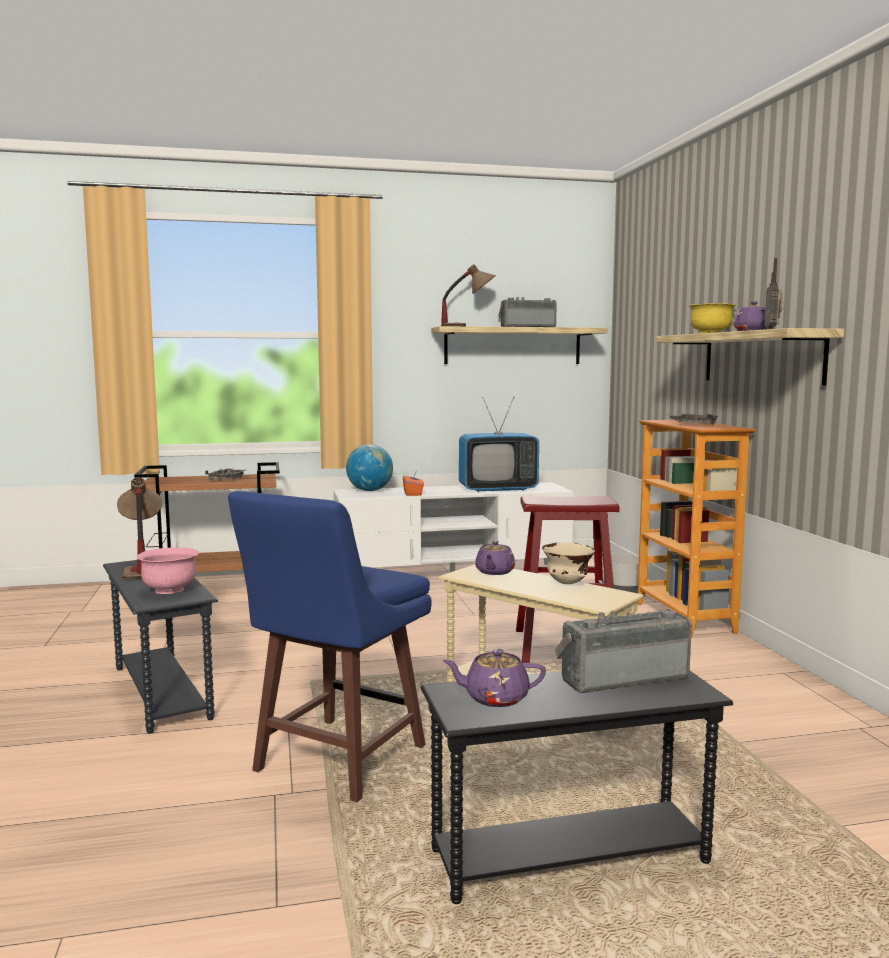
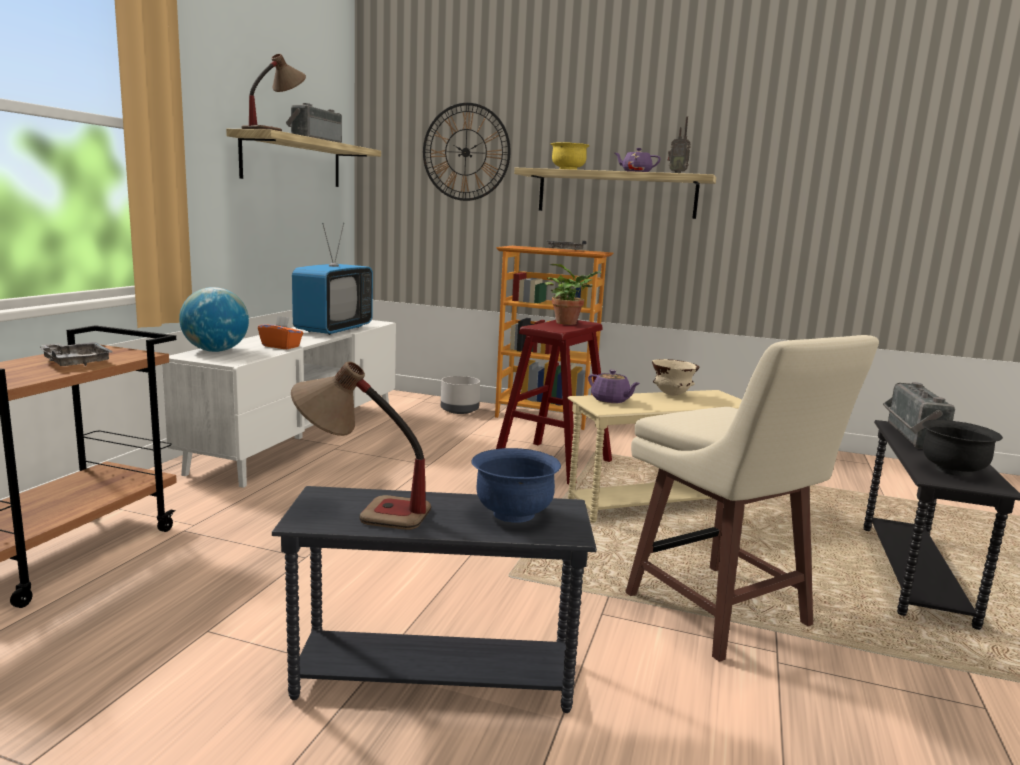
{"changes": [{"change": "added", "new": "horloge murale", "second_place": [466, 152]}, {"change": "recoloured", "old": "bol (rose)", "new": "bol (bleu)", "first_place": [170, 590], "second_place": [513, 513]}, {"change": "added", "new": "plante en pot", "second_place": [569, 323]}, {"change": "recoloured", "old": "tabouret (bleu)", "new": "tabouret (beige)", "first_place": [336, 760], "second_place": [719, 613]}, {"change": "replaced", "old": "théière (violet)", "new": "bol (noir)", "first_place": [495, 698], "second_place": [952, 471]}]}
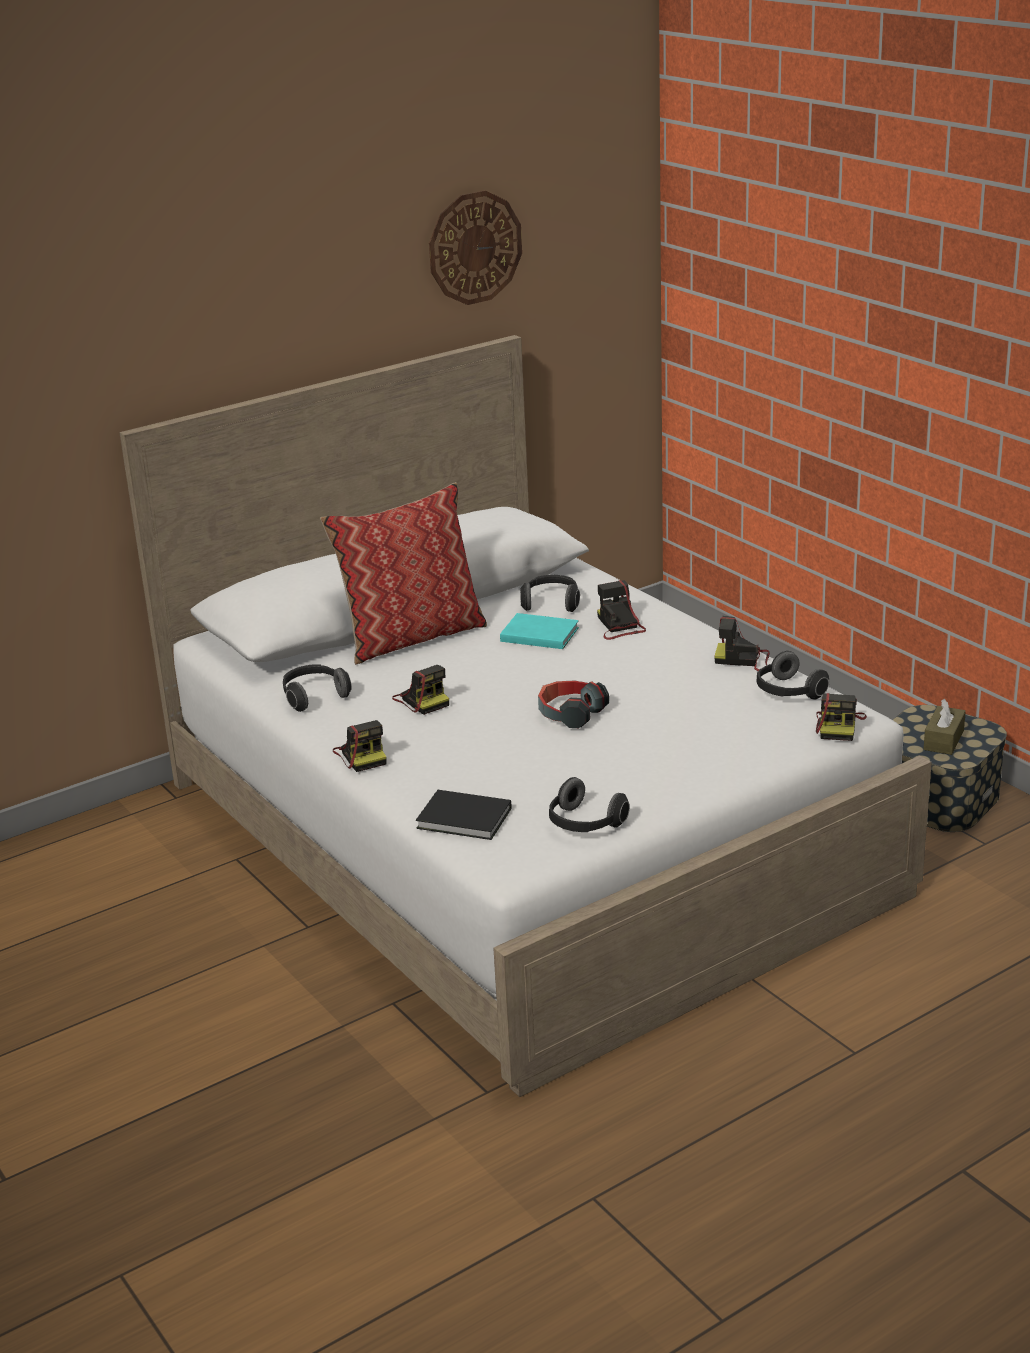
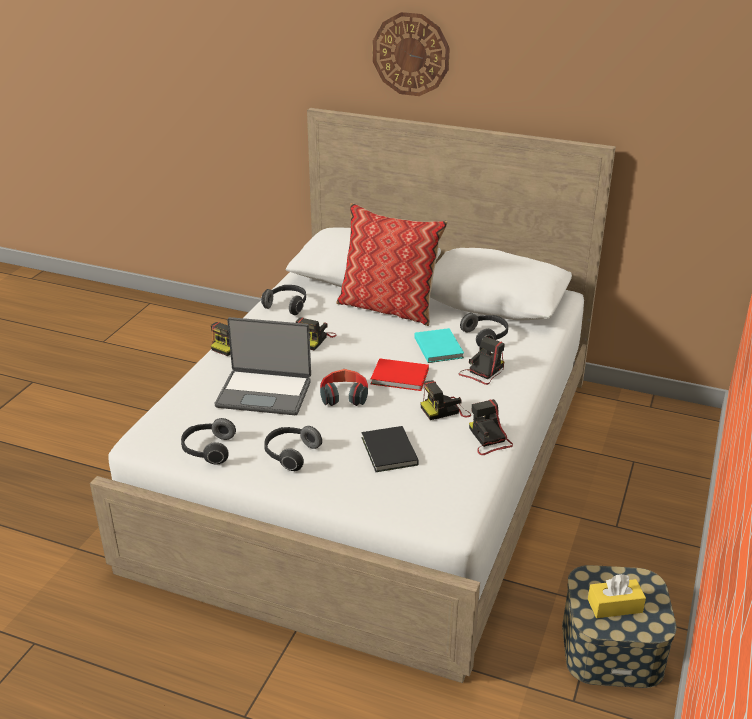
{"changes": [{"change": "added", "new": "ordinateur portable", "second_place": [264, 392]}, {"change": "moved", "old": "casque audio", "first_place": [787, 692], "second_place": [290, 454]}, {"change": "moved", "old": "livre (noir)", "first_place": [466, 819], "second_place": [388, 452]}, {"change": "added", "new": "livre (rouge)", "second_place": [401, 377]}, {"change": "moved", "old": "horloge murale", "first_place": [474, 247], "second_place": [411, 54]}, {"change": "moved", "old": "appareil photo", "first_place": [839, 726], "second_place": [445, 410]}, {"change": "recoloured", "old": "boîte à mouchoirs (marron)", "new": "boîte à mouchoirs (jaune)", "first_place": [943, 740], "second_place": [615, 606]}]}
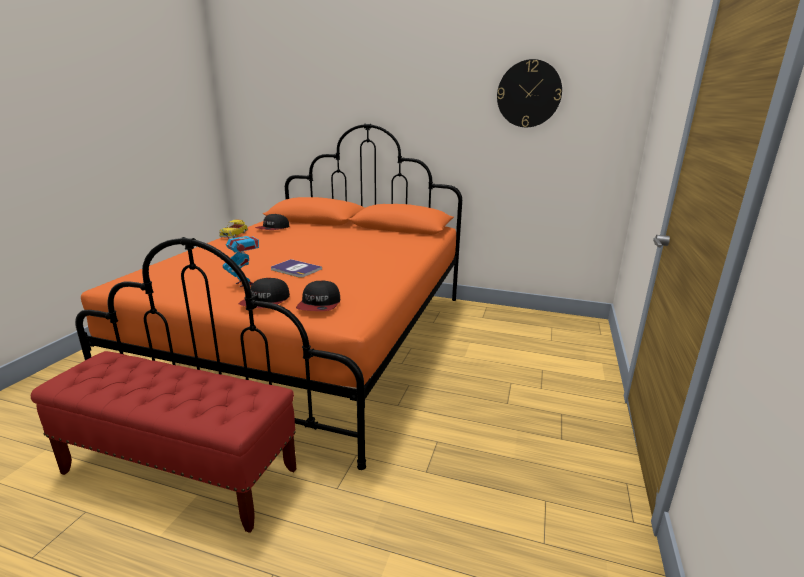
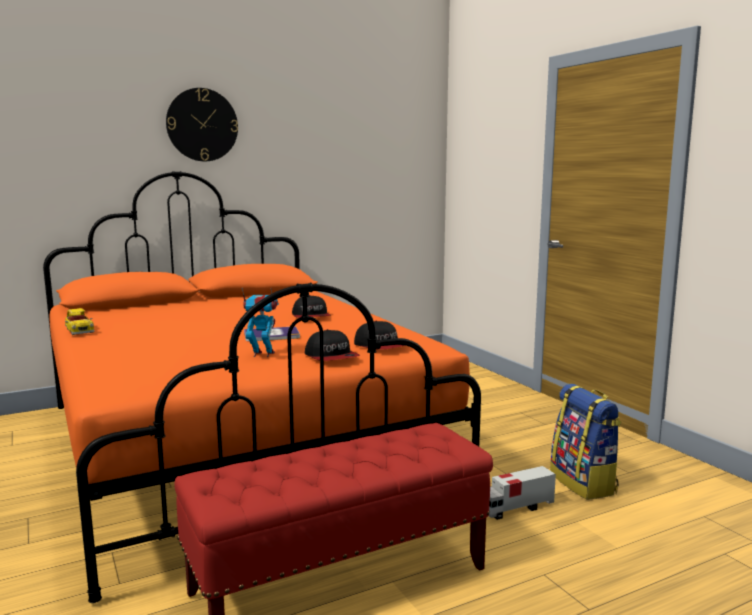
{"changes": [{"change": "moved", "old": "horloge murale", "first_place": [529, 94], "second_place": [202, 125]}, {"change": "moved", "old": "casquette", "first_place": [273, 228], "second_place": [311, 316]}, {"change": "added", "new": "camion jouet", "second_place": [516, 508]}, {"change": "added", "new": "sac à dos", "second_place": [584, 483]}]}
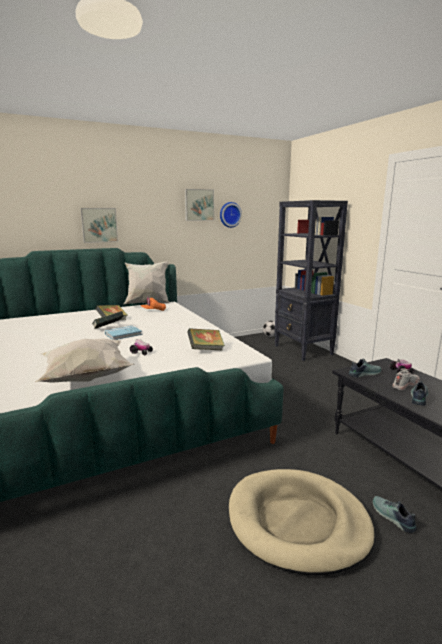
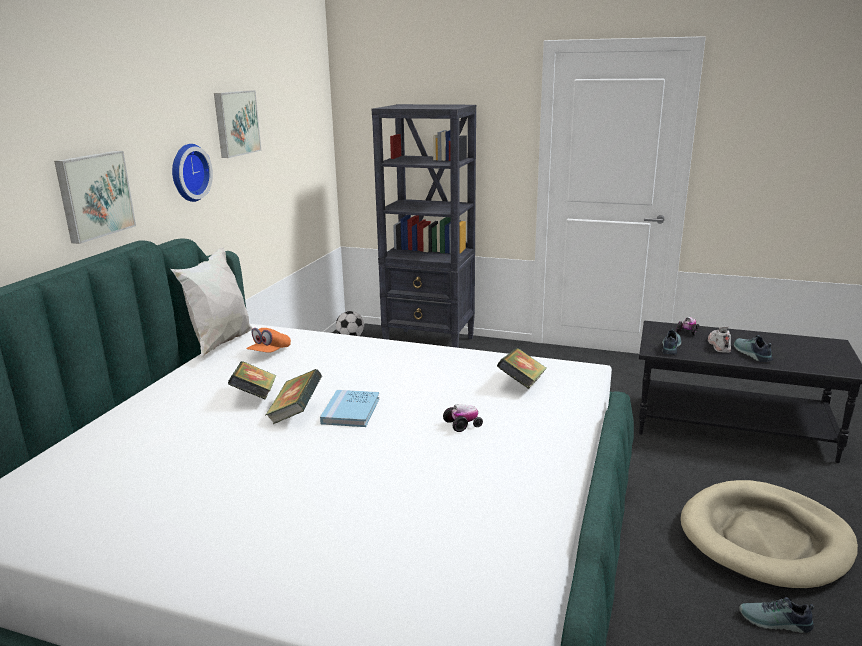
{"changes": [{"change": "moved", "old": "horloge murale", "first_place": [229, 215], "second_place": [187, 172]}, {"change": "moved", "old": "chaussure", "first_place": [392, 517], "second_place": [775, 622]}, {"change": "removed", "old": "coussin (blanc)", "first_place": [86, 378]}]}
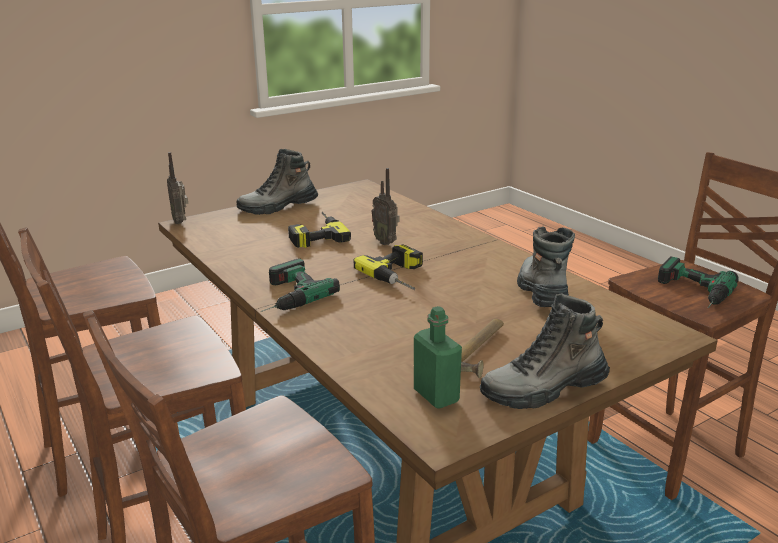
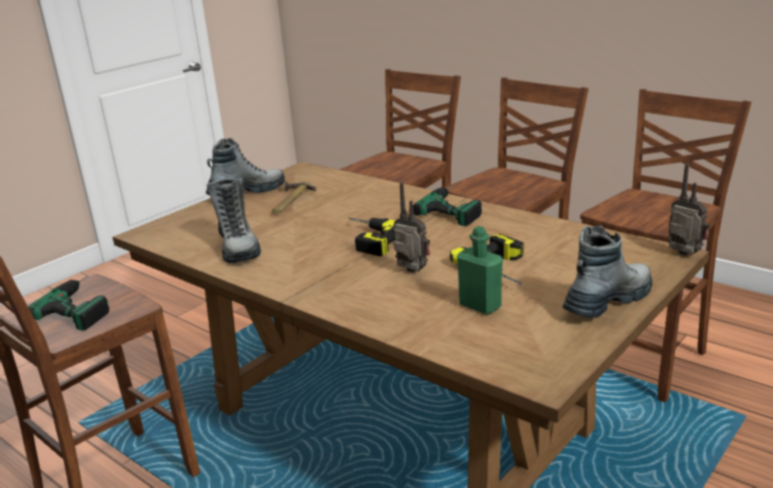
{"changes": [{"change": "moved", "old": "bouteille (vert)", "first_place": [436, 396], "second_place": [480, 306]}]}
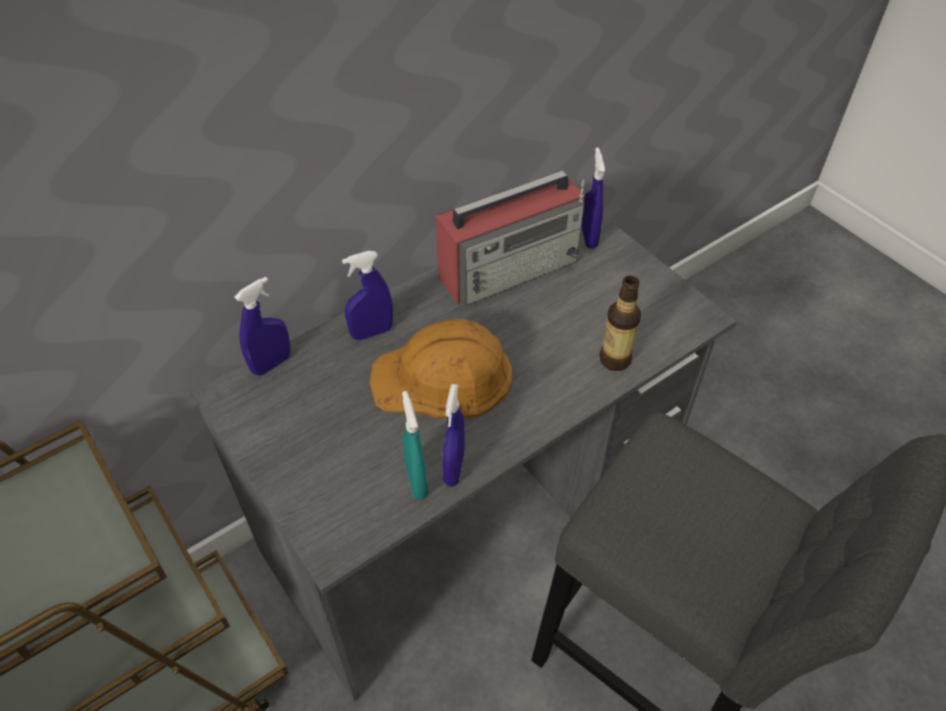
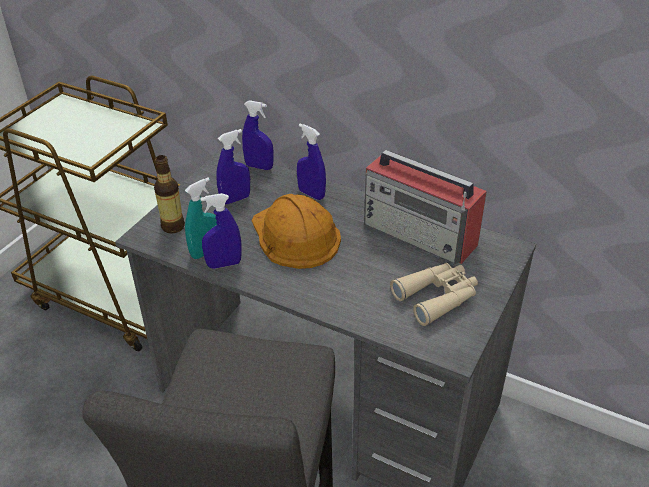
{"changes": [{"change": "moved", "old": "bouteille", "first_place": [615, 360], "second_place": [173, 226]}, {"change": "moved", "old": "vaporisateur (bleu)", "first_place": [589, 237], "second_place": [235, 199]}, {"change": "added", "new": "jumelles (beige)", "second_place": [437, 297]}]}
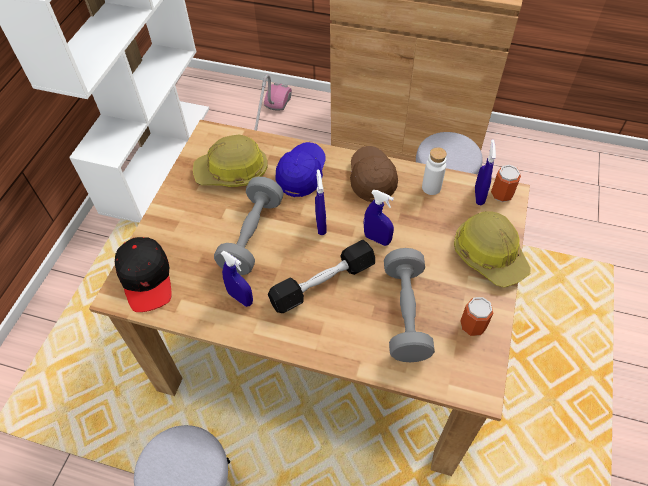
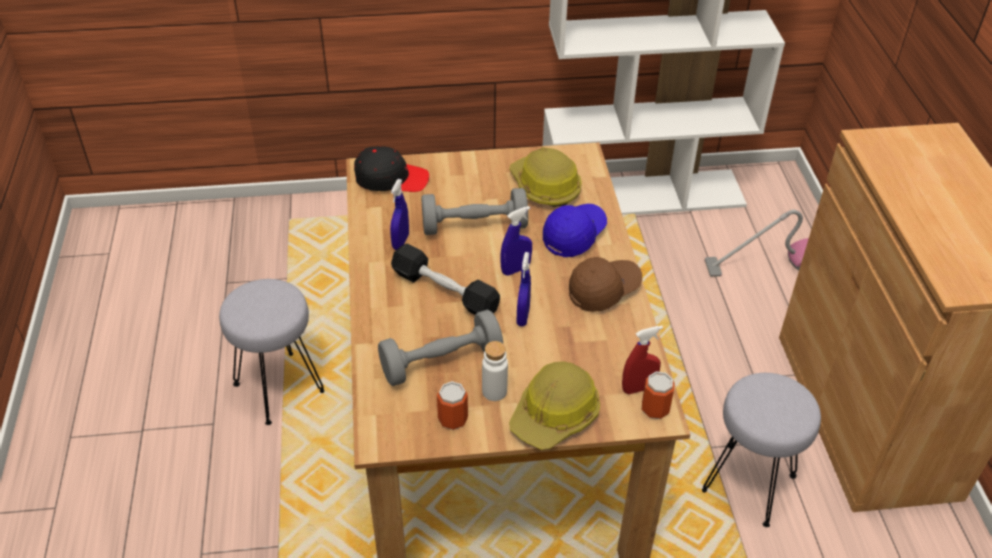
{"changes": [{"change": "turned", "old": "casquette (noir)", "first_place": [146, 278], "second_place": [391, 178], "degrees": -135}, {"change": "moved", "old": "bouteille (blanc)", "first_place": [431, 187], "second_place": [494, 391]}, {"change": "turned", "old": "casquette (bleu)", "first_place": [302, 174], "second_place": [574, 236], "degrees": -45}, {"change": "recoloured", "old": "vaporisateur (bleu)", "new": "vaporisateur (rouge)", "first_place": [479, 196], "second_place": [638, 388]}]}
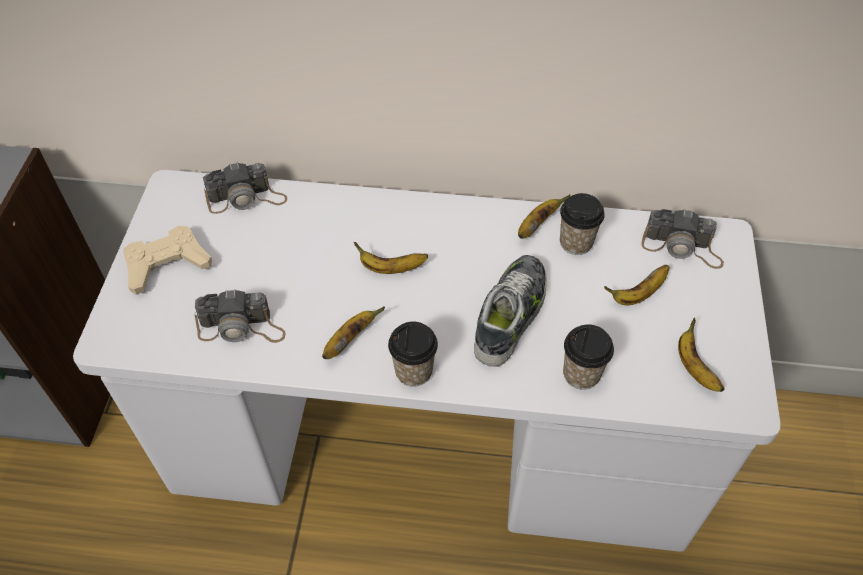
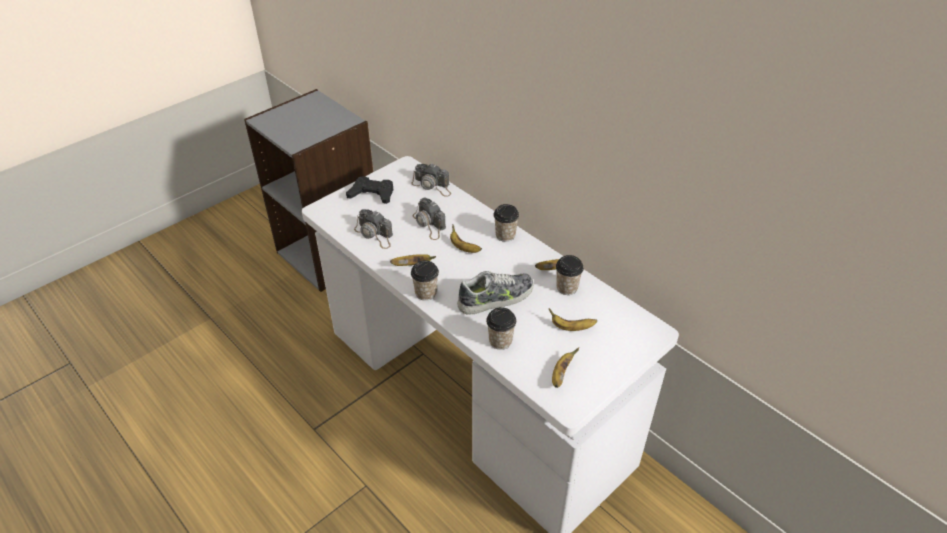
{"changes": [{"change": "recoloured", "old": "manette (beige)", "new": "manette (noir)", "first_place": [166, 264], "second_place": [372, 194]}, {"change": "moved", "old": "appareil photo", "first_place": [682, 247], "second_place": [429, 224]}, {"change": "added", "new": "tasse", "second_place": [505, 235]}]}
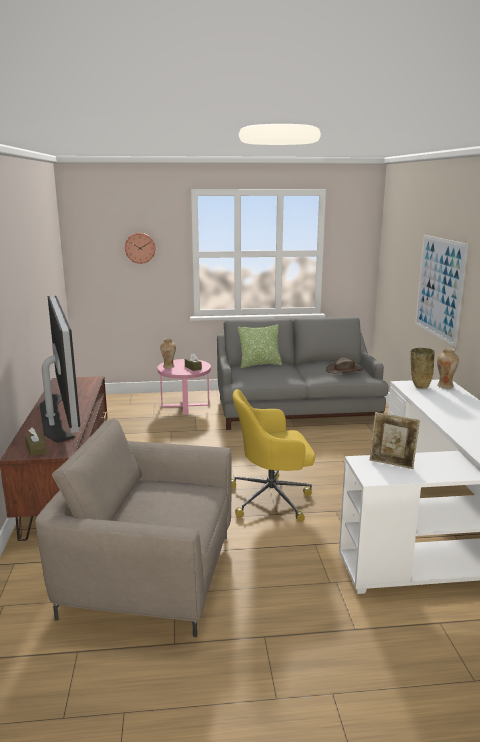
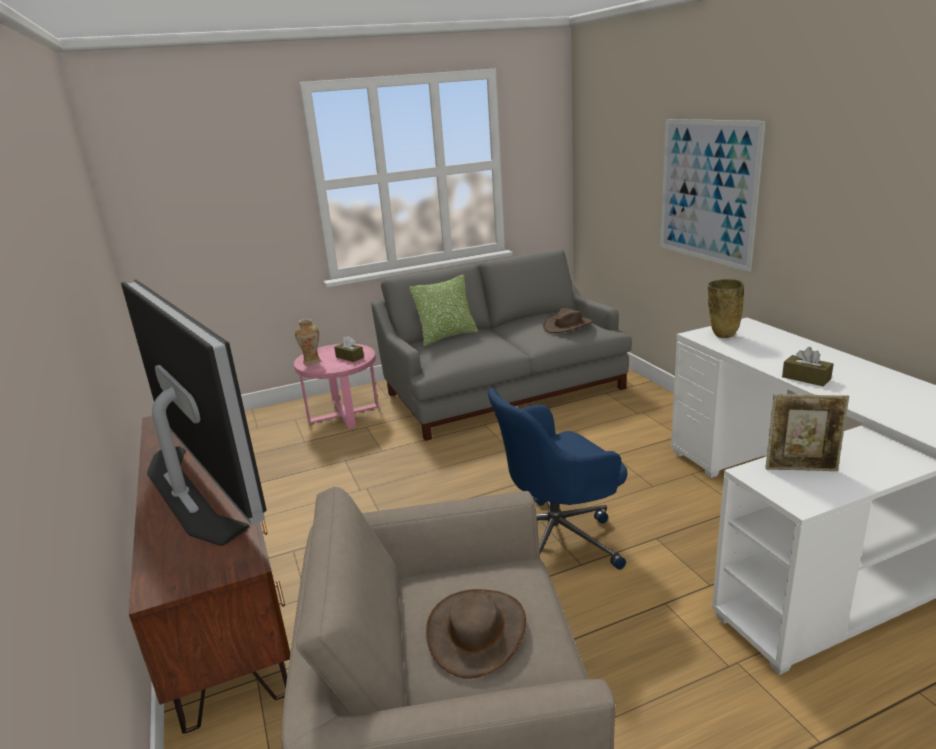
{"changes": [{"change": "added", "new": "chapeau (marron)", "second_place": [477, 631]}, {"change": "recoloured", "old": "chaise de bureau (jaune)", "new": "chaise de bureau (bleu)", "first_place": [272, 498], "second_place": [557, 539]}, {"change": "moved", "old": "boîte à mouchoirs (marron)", "first_place": [36, 449], "second_place": [806, 378]}, {"change": "removed", "old": "horloge murale", "first_place": [140, 248]}, {"change": "removed", "old": "vase", "first_place": [445, 386]}]}
